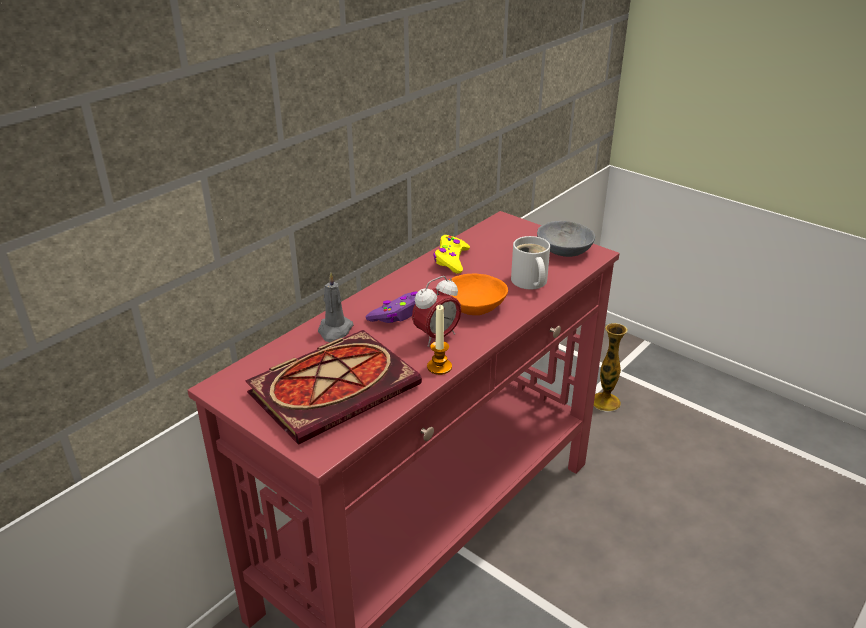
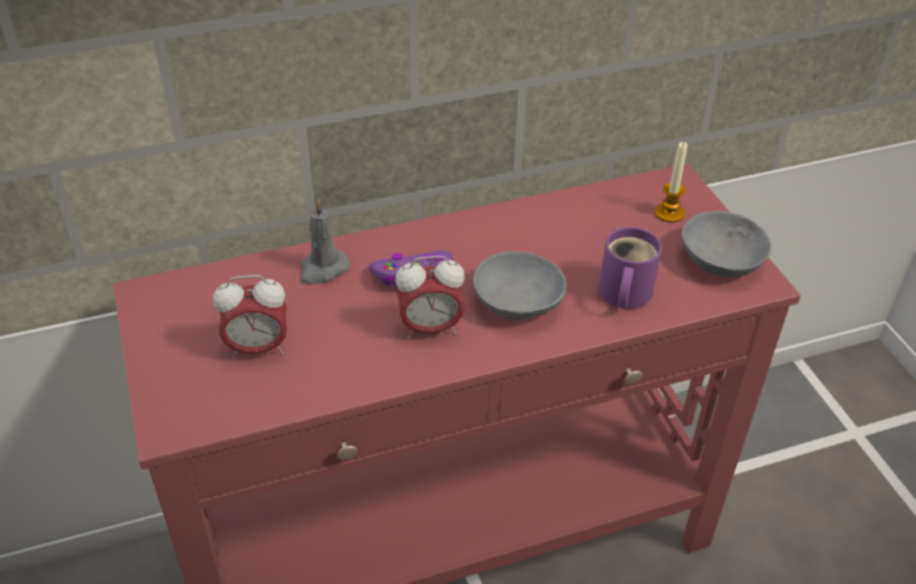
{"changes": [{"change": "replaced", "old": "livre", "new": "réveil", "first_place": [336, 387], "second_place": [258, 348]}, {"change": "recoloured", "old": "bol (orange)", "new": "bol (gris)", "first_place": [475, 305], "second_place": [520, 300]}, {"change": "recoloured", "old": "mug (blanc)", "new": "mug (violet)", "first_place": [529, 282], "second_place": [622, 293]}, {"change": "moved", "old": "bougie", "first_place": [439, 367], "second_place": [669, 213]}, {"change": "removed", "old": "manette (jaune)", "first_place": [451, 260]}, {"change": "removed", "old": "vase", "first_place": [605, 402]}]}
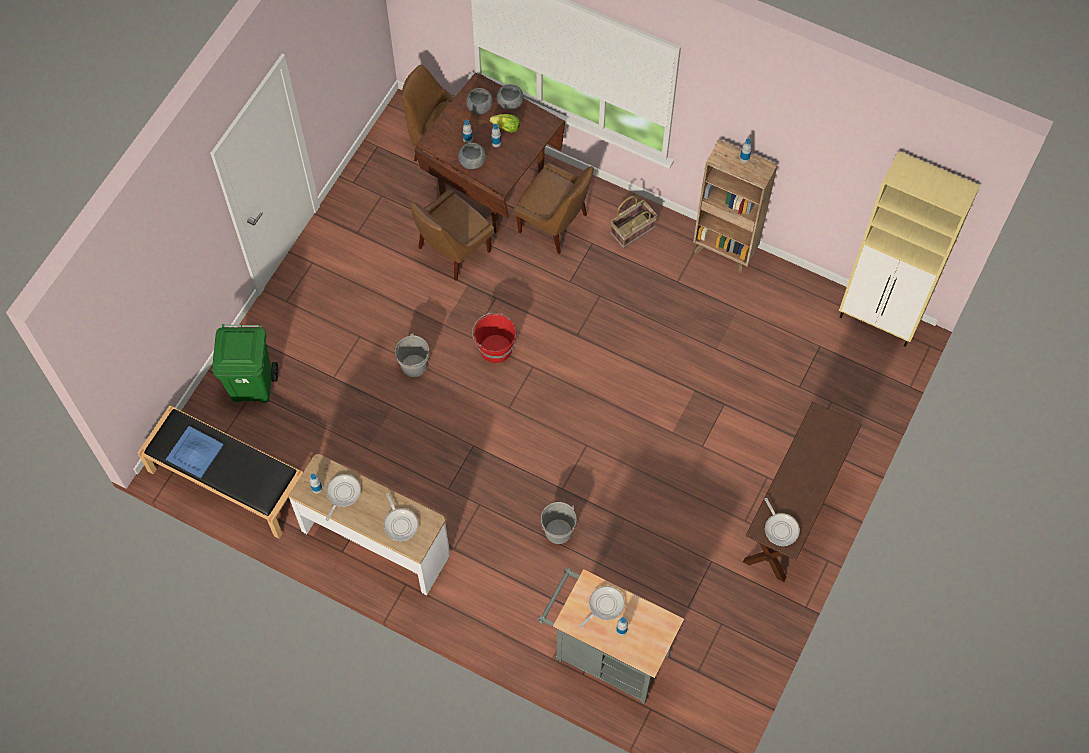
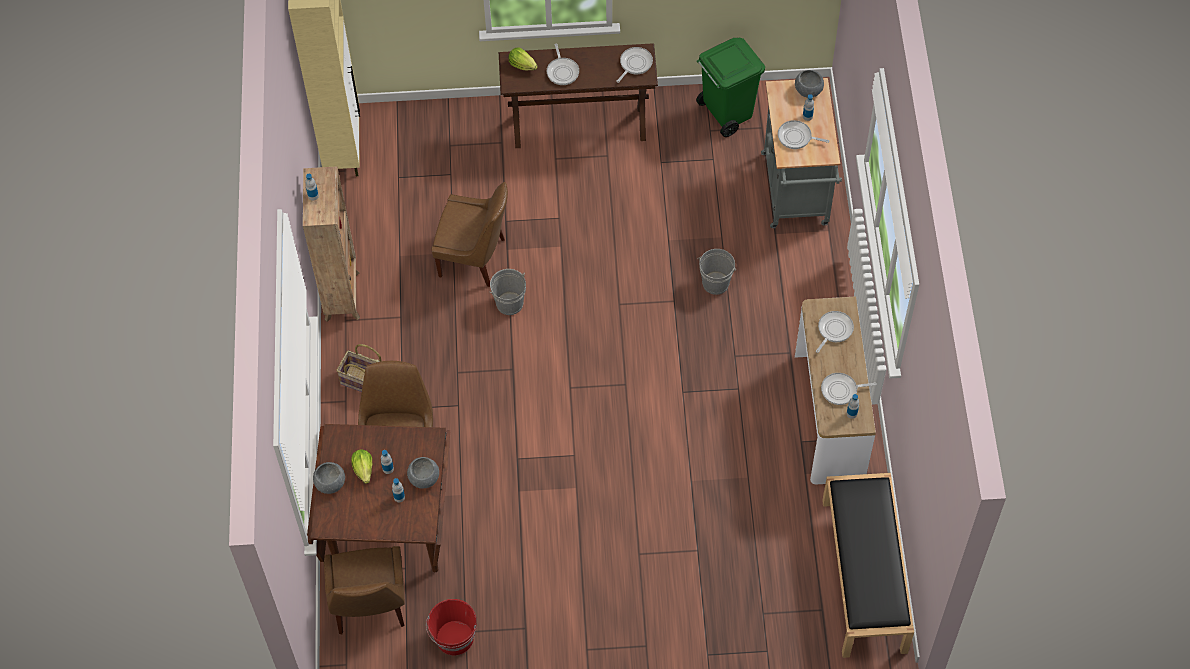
{"changes": [{"change": "moved", "old": "seau (rouge)", "first_place": [495, 348], "second_place": [454, 638]}, {"change": "moved", "old": "chaise (marron)", "first_place": [452, 251], "second_place": [475, 258]}, {"change": "moved", "old": "seau (gris)", "first_place": [414, 366], "second_place": [509, 303]}, {"change": "added", "new": "laitue", "second_place": [522, 65]}, {"change": "added", "new": "poêle", "second_place": [562, 71]}, {"change": "moved", "old": "poubelle (vert)", "first_place": [253, 386], "second_place": [726, 113]}, {"change": "moved", "old": "bol (gris)", "first_place": [479, 106], "second_place": [808, 90]}, {"change": "removed", "old": "plateau (bleu)", "first_place": [194, 452]}]}
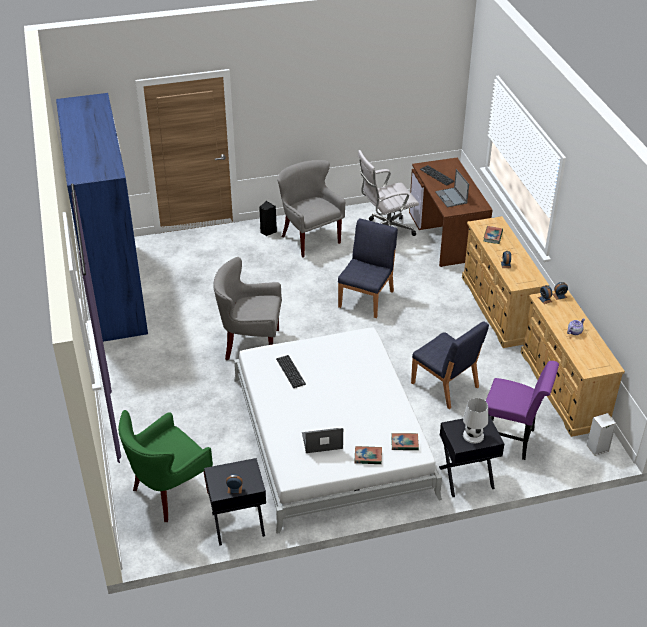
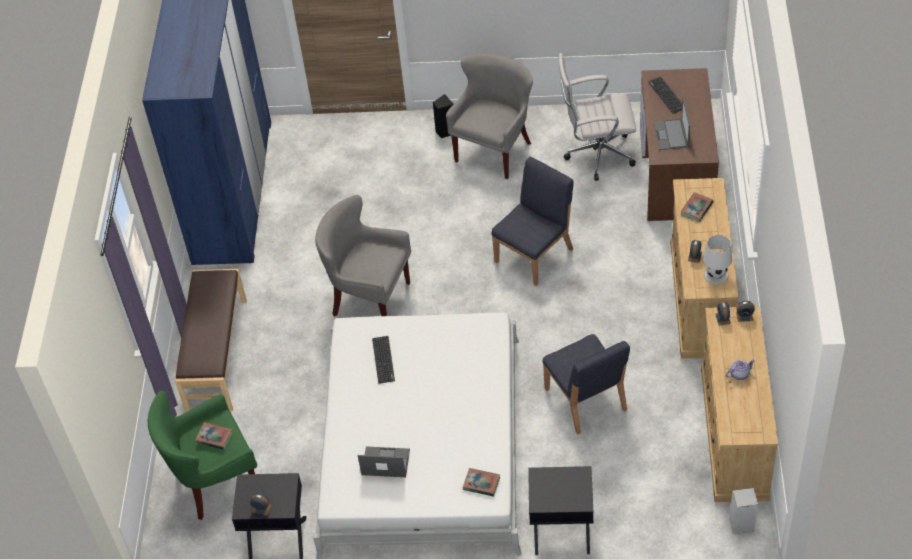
{"changes": [{"change": "added", "new": "banc (marron)", "second_place": [216, 355]}, {"change": "moved", "old": "livre", "first_place": [368, 457], "second_place": [214, 437]}, {"change": "turned", "old": "fauteuil (gris)", "first_place": [310, 239], "second_place": [495, 151], "degrees": 45}, {"change": "moved", "old": "lampe de table (blanc)", "first_place": [473, 435], "second_place": [716, 275]}, {"change": "removed", "old": "chaise (violet)", "first_place": [512, 440]}]}
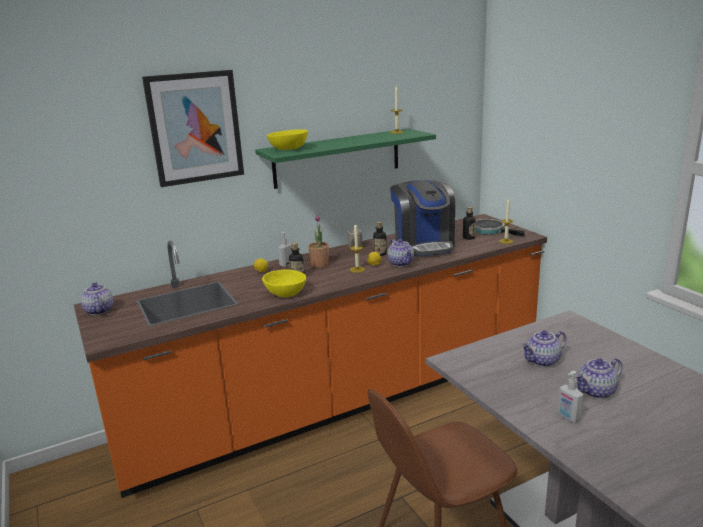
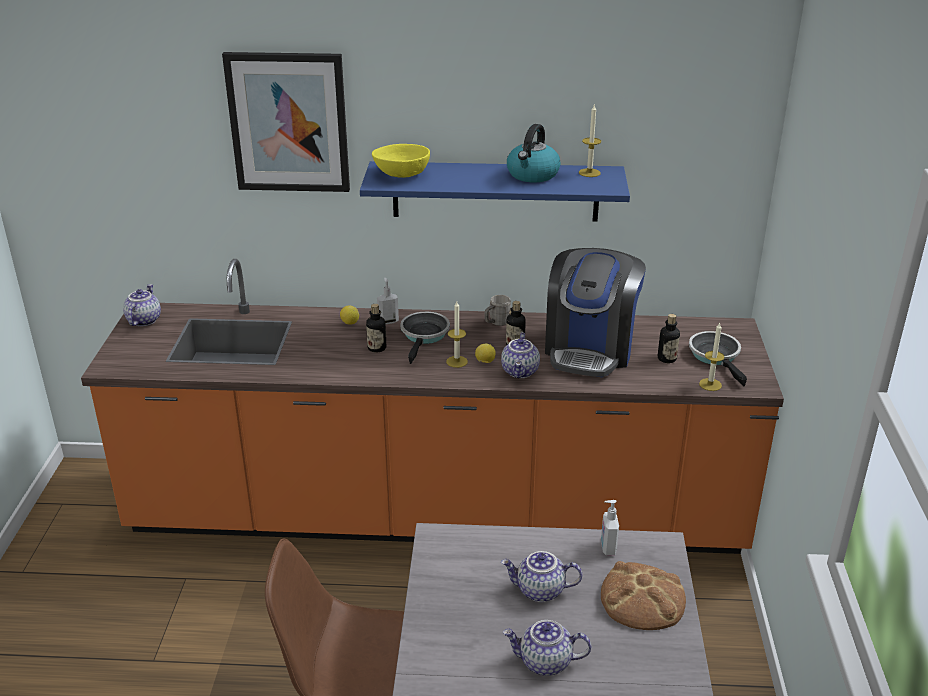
{"changes": [{"change": "recoloured", "old": "étagère (vert)", "new": "étagère (bleu)", "first_place": [337, 158], "second_place": [495, 191]}, {"change": "replaced", "old": "plante en pot", "new": "poêle", "first_place": [319, 264], "second_place": [424, 336]}, {"change": "added", "new": "bouilloire", "second_place": [532, 175]}, {"change": "moved", "old": "distributeur de savon", "first_place": [568, 417], "second_place": [607, 548]}, {"change": "added", "new": "pain", "second_place": [642, 599]}, {"change": "removed", "old": "bol (jaune)", "first_place": [285, 293]}]}
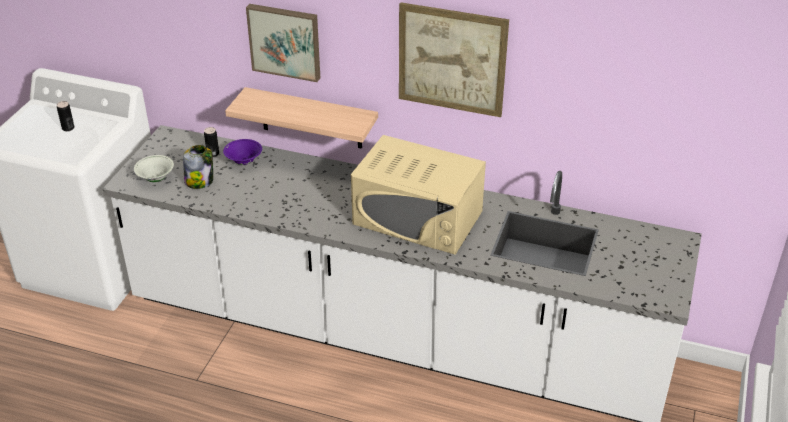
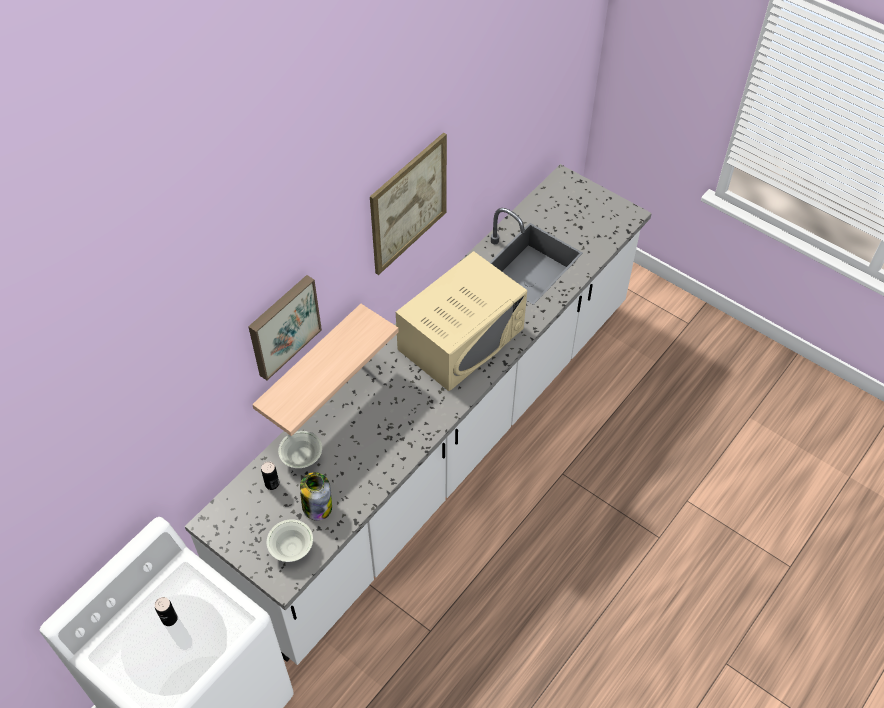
{"changes": [{"change": "recoloured", "old": "bol (violet)", "new": "bol (blanc)", "first_place": [244, 162], "second_place": [302, 458]}]}
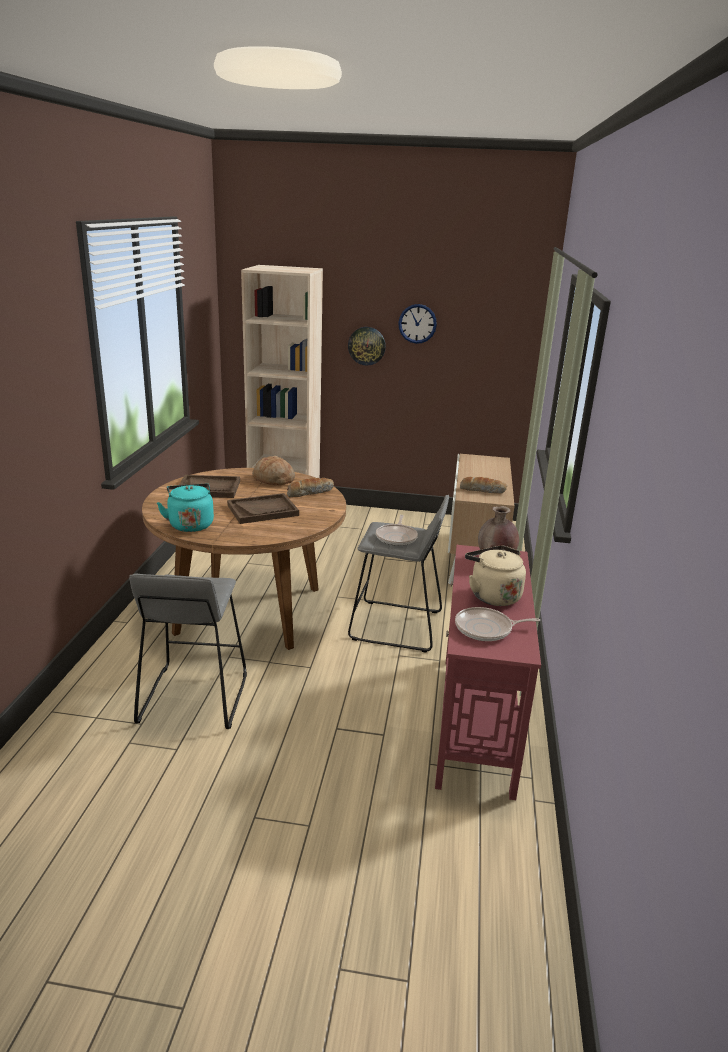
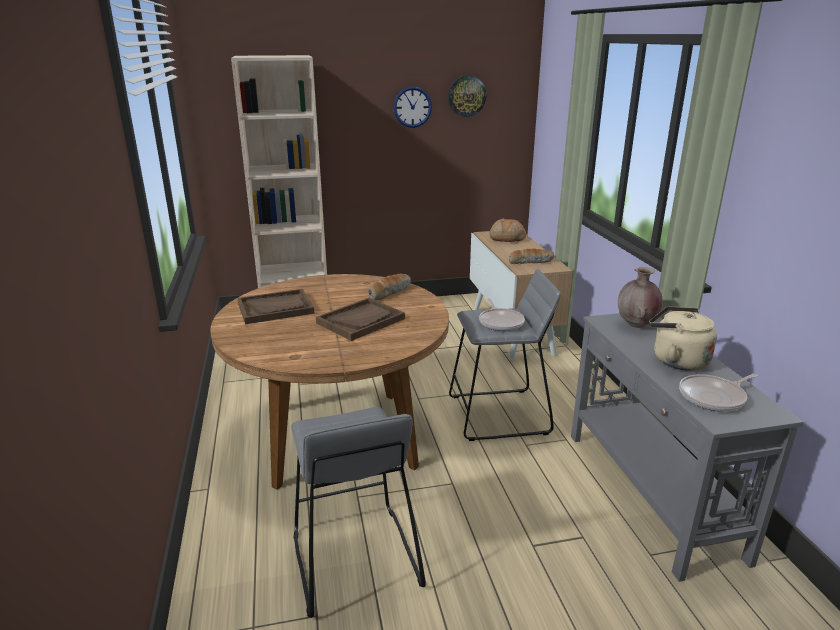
{"changes": [{"change": "moved", "old": "horloge murale", "first_place": [366, 346], "second_place": [466, 96]}, {"change": "moved", "old": "pain", "first_place": [273, 479], "second_place": [506, 238]}, {"change": "recoloured", "old": "table console (rouge)", "new": "table console (gris)", "first_place": [475, 721], "second_place": [650, 493]}, {"change": "removed", "old": "bouilloire (turquoise)", "first_place": [190, 524]}]}
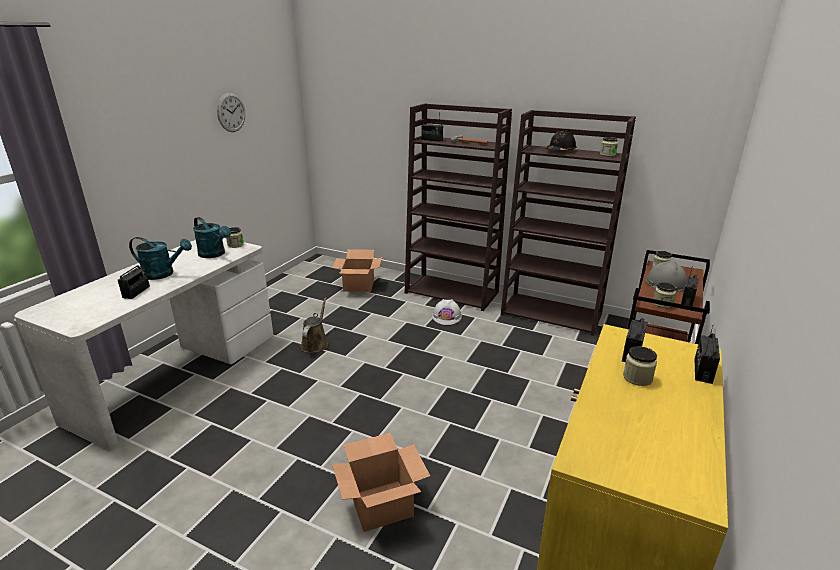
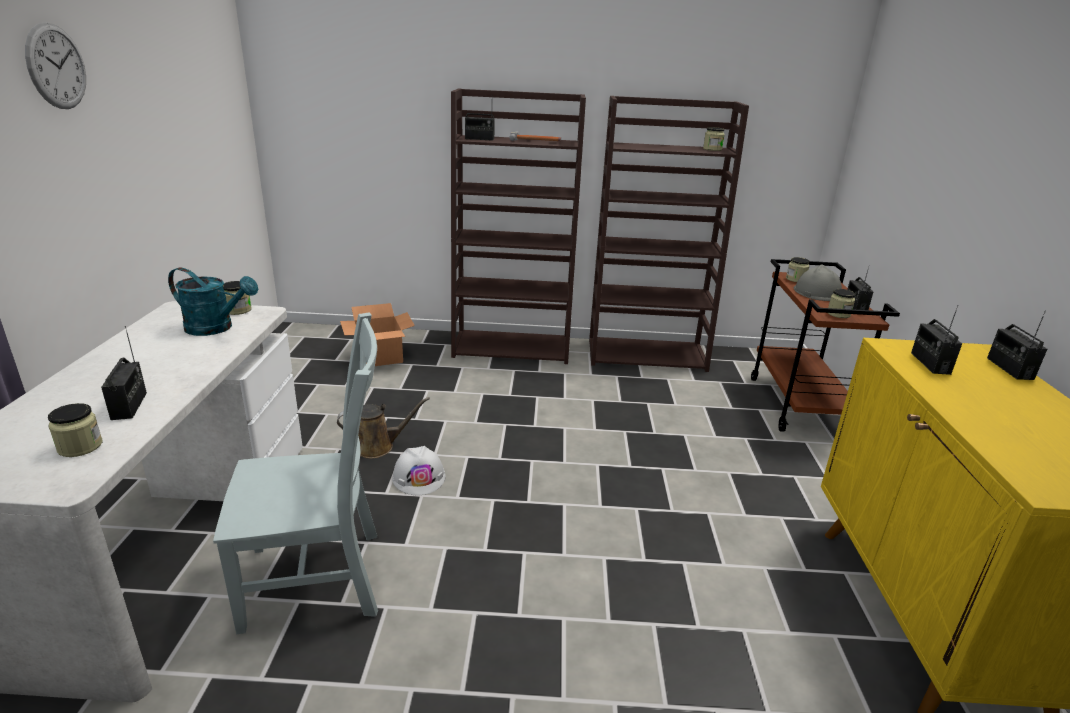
{"changes": [{"change": "moved", "old": "horloge murale", "first_place": [231, 112], "second_place": [56, 66]}, {"change": "moved", "old": "bocal", "first_place": [637, 378], "second_place": [80, 446]}, {"change": "added", "new": "chaise (gris)", "second_place": [321, 579]}, {"change": "turned", "old": "arrosoir (marron)", "first_place": [315, 344], "second_place": [377, 446], "degrees": 90}, {"change": "moved", "old": "casque de chantier (blanc)", "first_place": [447, 316], "second_place": [419, 477]}, {"change": "removed", "old": "arrosoir (turquoise)", "first_place": [163, 274]}, {"change": "removed", "old": "carton", "first_place": [381, 506]}, {"change": "removed", "old": "casque de chantier (noir)", "first_place": [560, 151]}]}
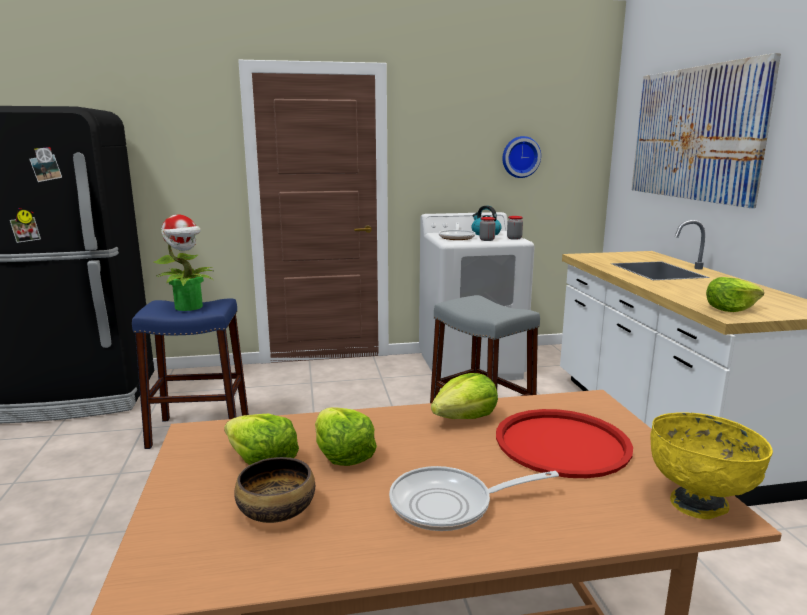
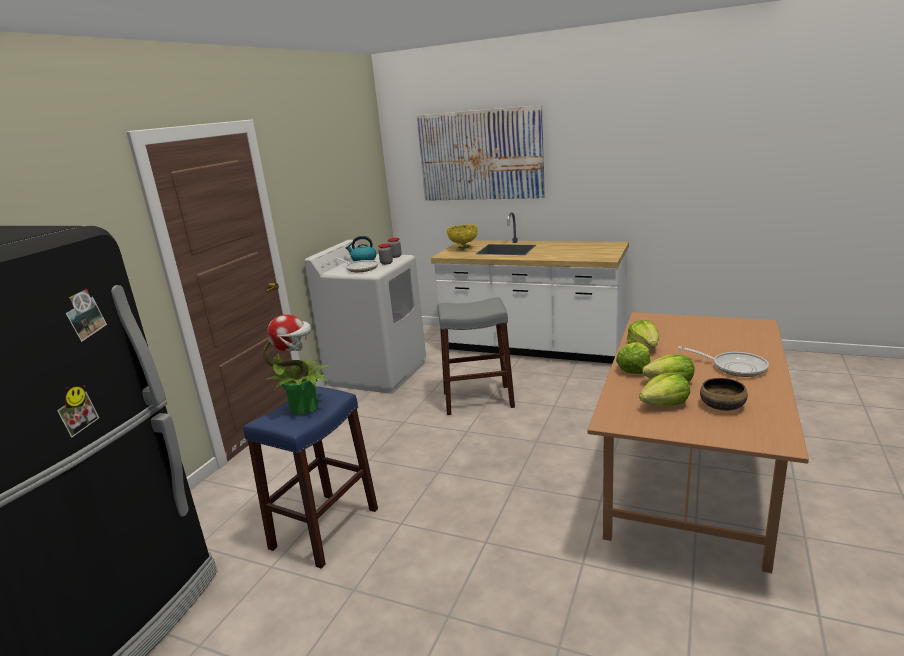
{"changes": [{"change": "moved", "old": "bol (jaune)", "first_place": [698, 504], "second_place": [463, 249]}, {"change": "moved", "old": "laitue", "first_place": [730, 309], "second_place": [634, 369]}, {"change": "turned", "old": "poêle", "first_place": [449, 505], "second_place": [734, 367], "degrees": -75}, {"change": "removed", "old": "plateau (rouge)", "first_place": [562, 444]}, {"change": "removed", "old": "horloge murale", "first_place": [520, 157]}]}
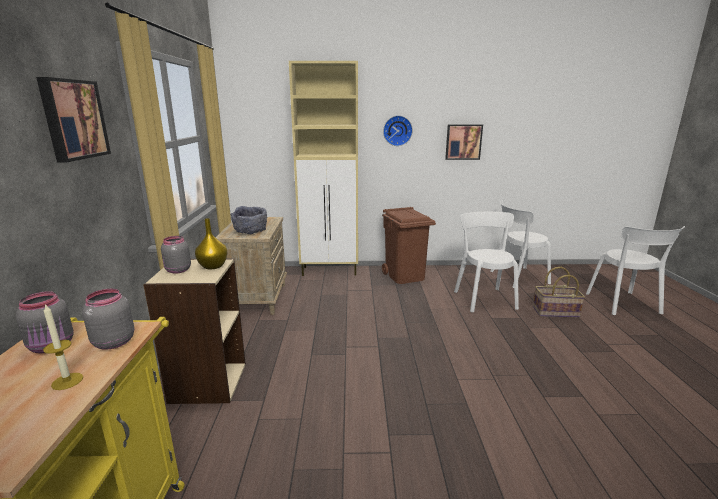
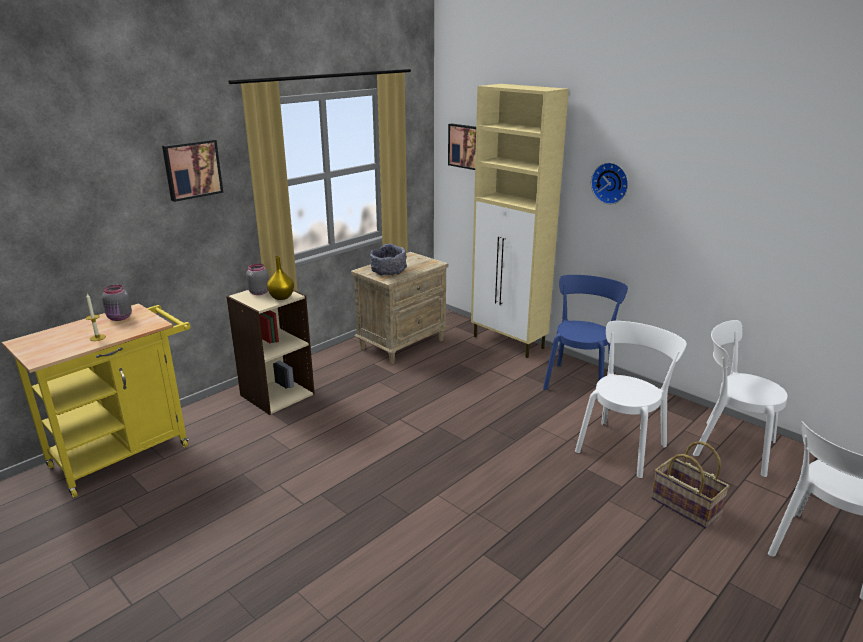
{"changes": [{"change": "moved", "old": "tableau", "first_place": [463, 142], "second_place": [466, 146]}, {"change": "replaced", "old": "poubelle (marron)", "new": "chaise (bleu)", "first_place": [405, 276], "second_place": [579, 381]}, {"change": "removed", "old": "bocal (gris)", "first_place": [112, 342]}]}
